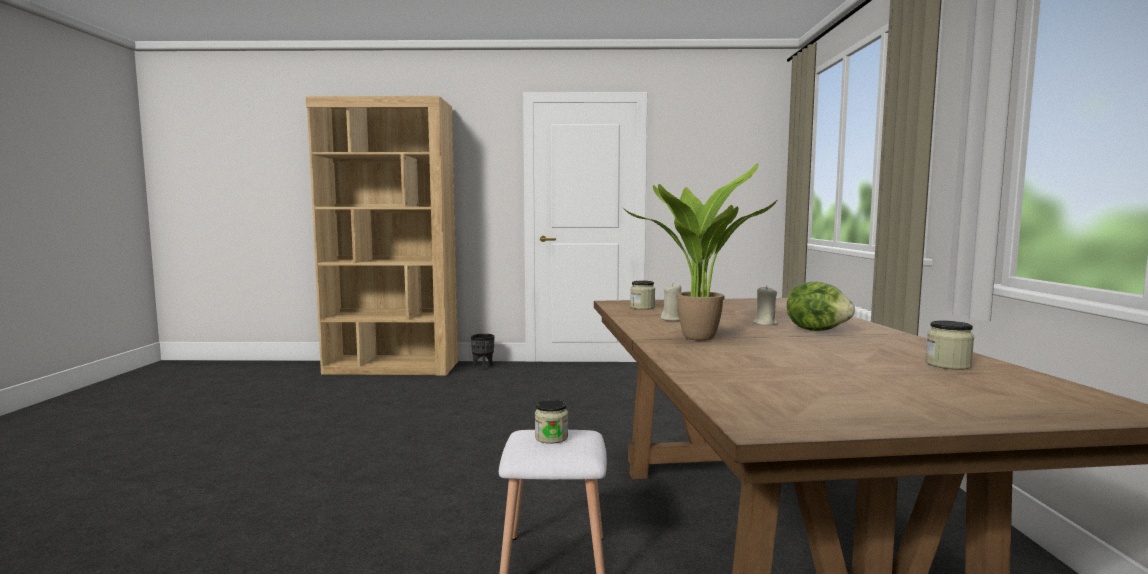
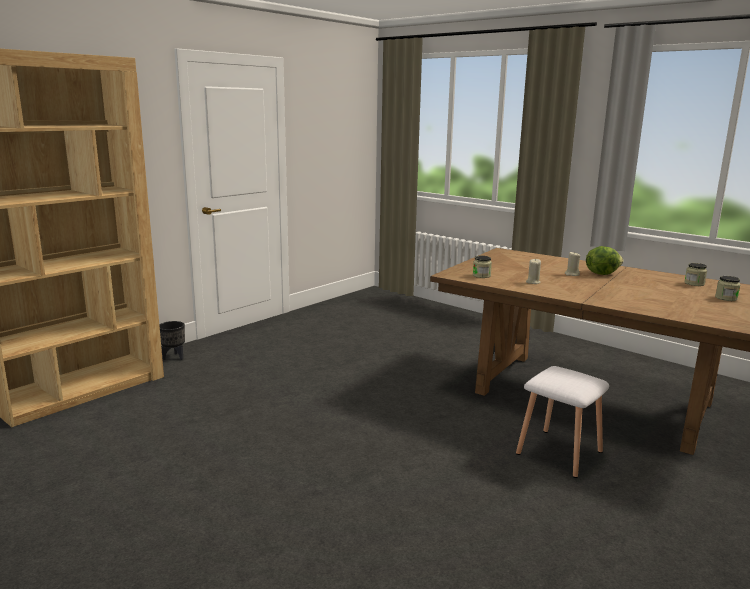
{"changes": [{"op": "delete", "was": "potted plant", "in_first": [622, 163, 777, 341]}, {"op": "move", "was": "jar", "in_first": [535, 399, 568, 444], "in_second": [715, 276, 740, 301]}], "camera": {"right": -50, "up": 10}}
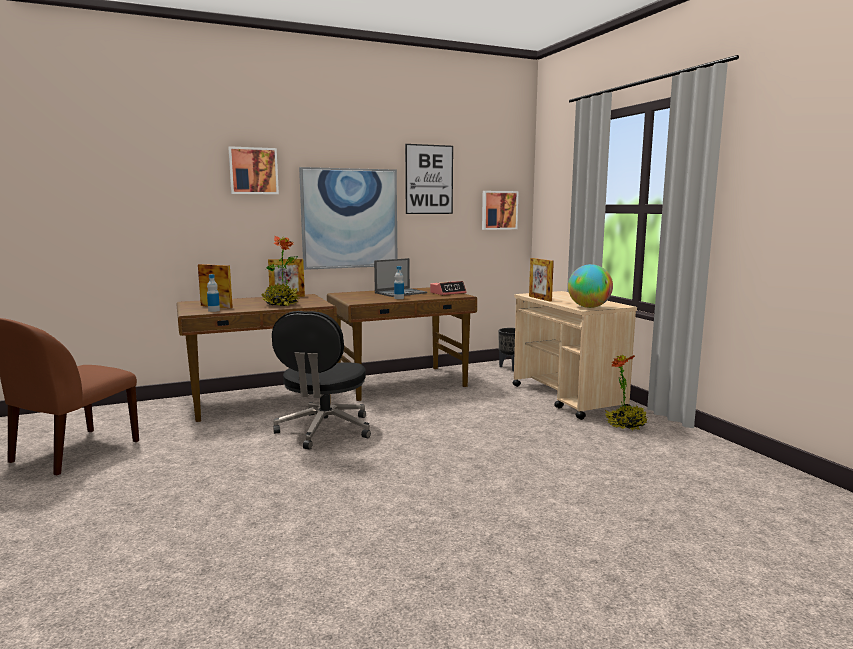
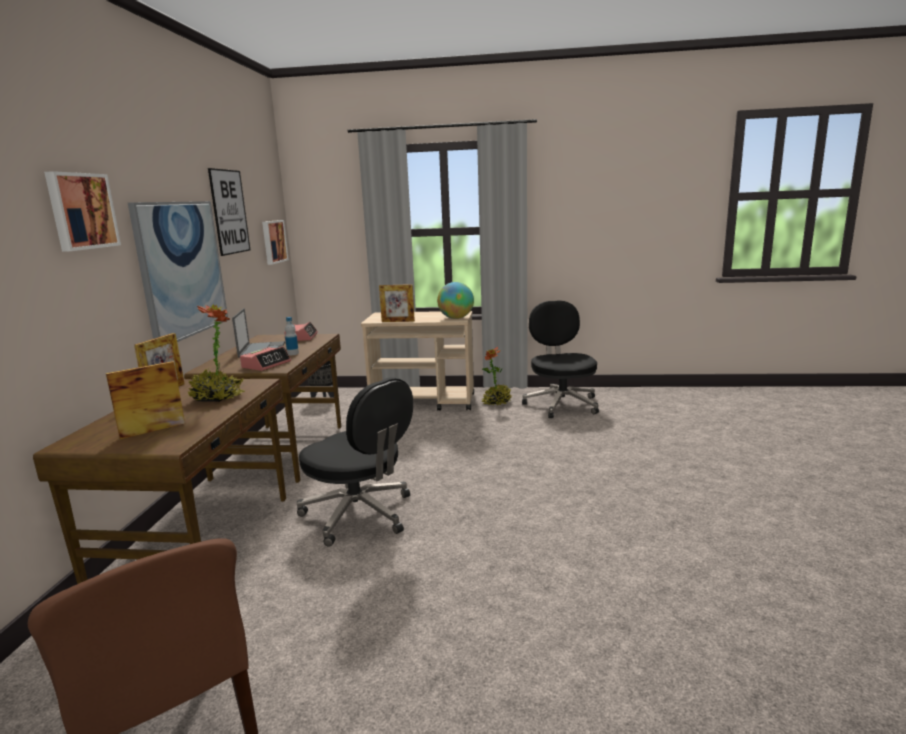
{"changes": [{"op": "delete", "was": "bottle", "in_first": [207, 274, 220, 312]}, {"op": "insert", "now": "office chair/black", "in_second": [522, 300, 599, 418]}, {"op": "insert", "now": "alarm clock", "in_second": [240, 347, 291, 371]}], "camera": {"right": -60, "up": 5}}
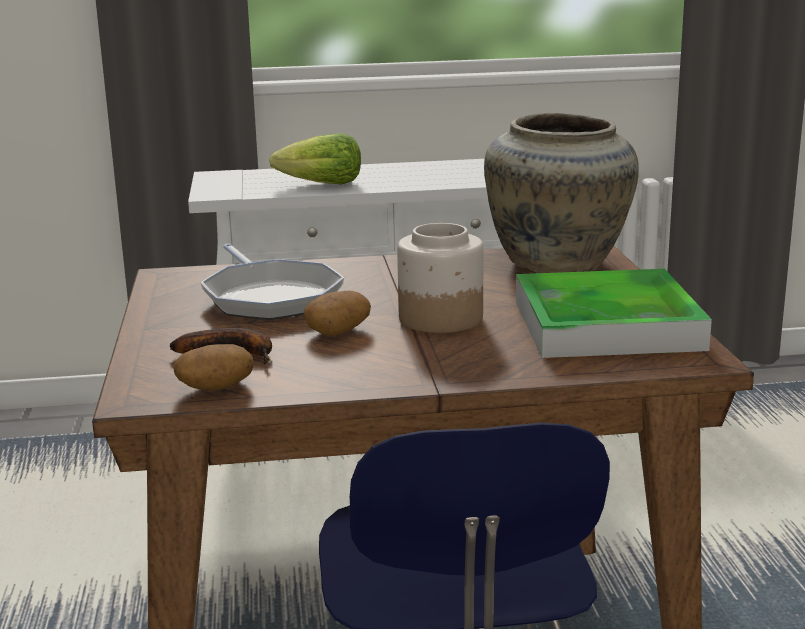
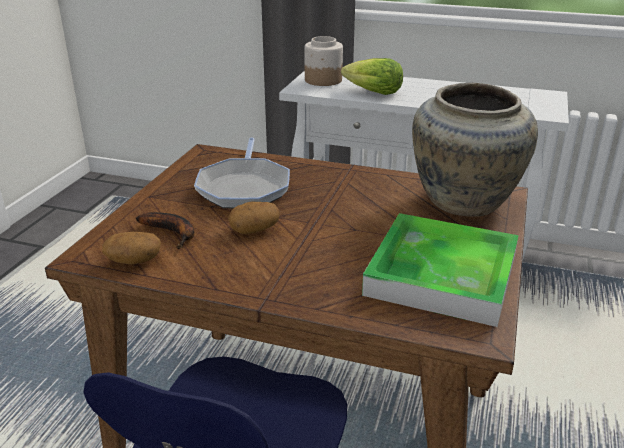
{"changes": [{"op": "move", "was": "jar", "in_first": [397, 223, 483, 333], "in_second": [304, 36, 343, 86]}], "camera": {"right": 25, "up": 10}}
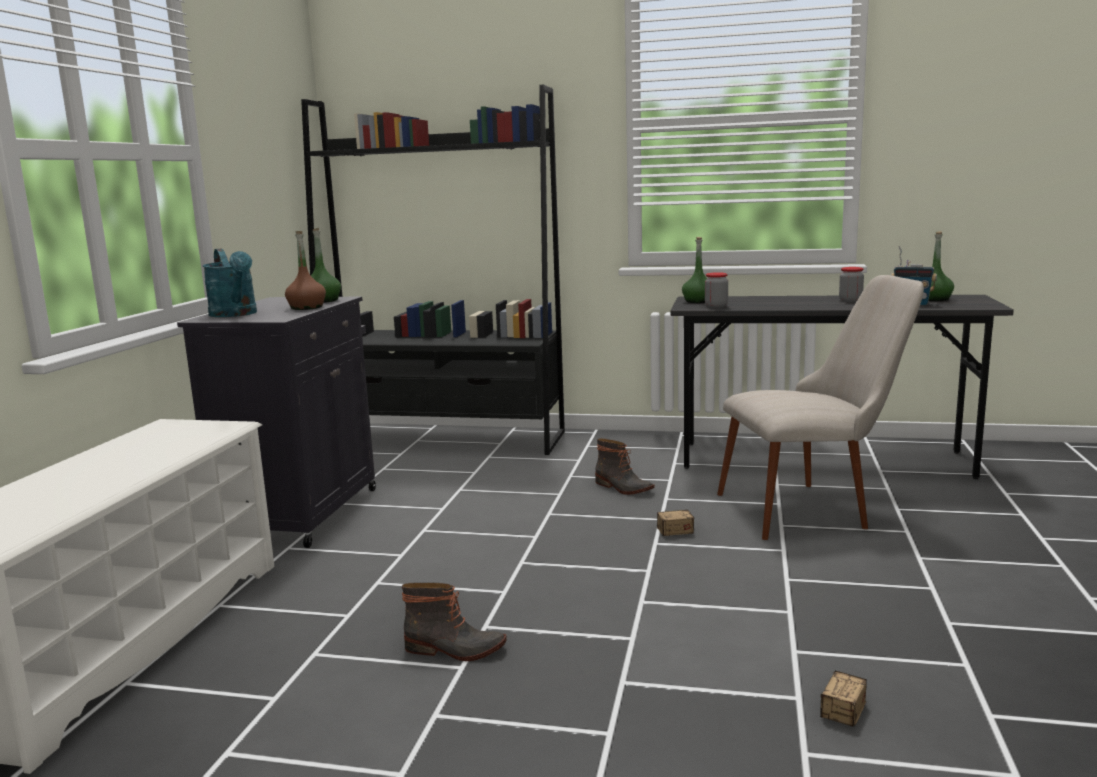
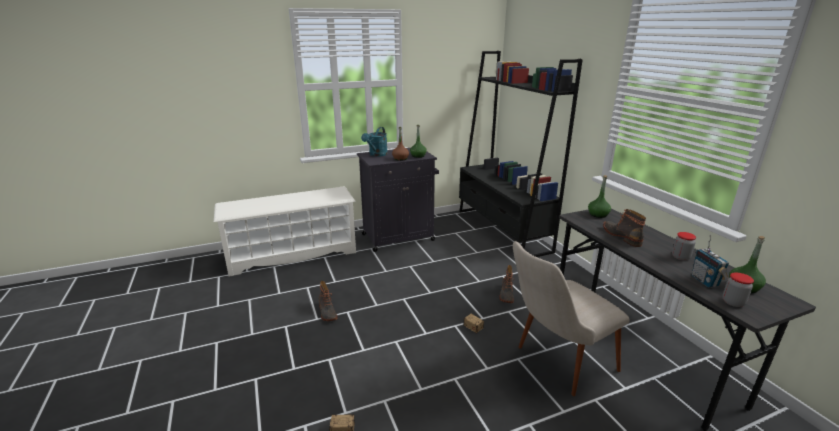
{"changes": [{"op": "move", "was": "jar", "in_first": [705, 272, 728, 308], "in_second": [722, 273, 754, 307]}, {"op": "rotate", "was": "chair/beige", "in_first": [717, 275, 924, 540], "in_second": [513, 241, 629, 396], "clockwise": 105}, {"op": "insert", "now": "boot", "in_second": [603, 209, 646, 247]}], "camera": {"right": 55, "up": 10}}
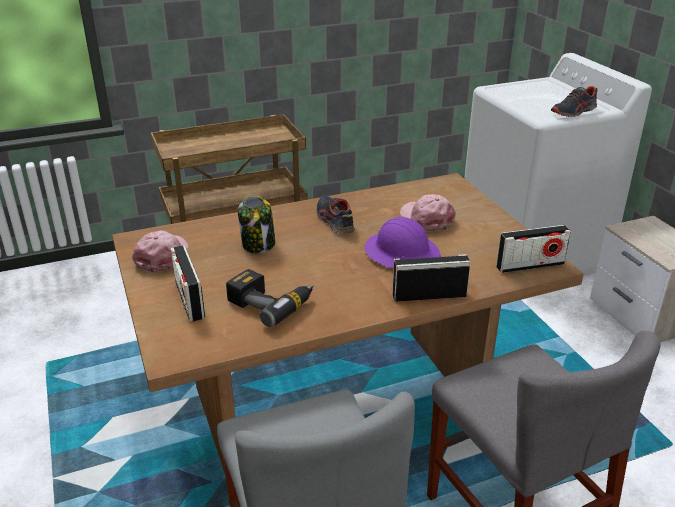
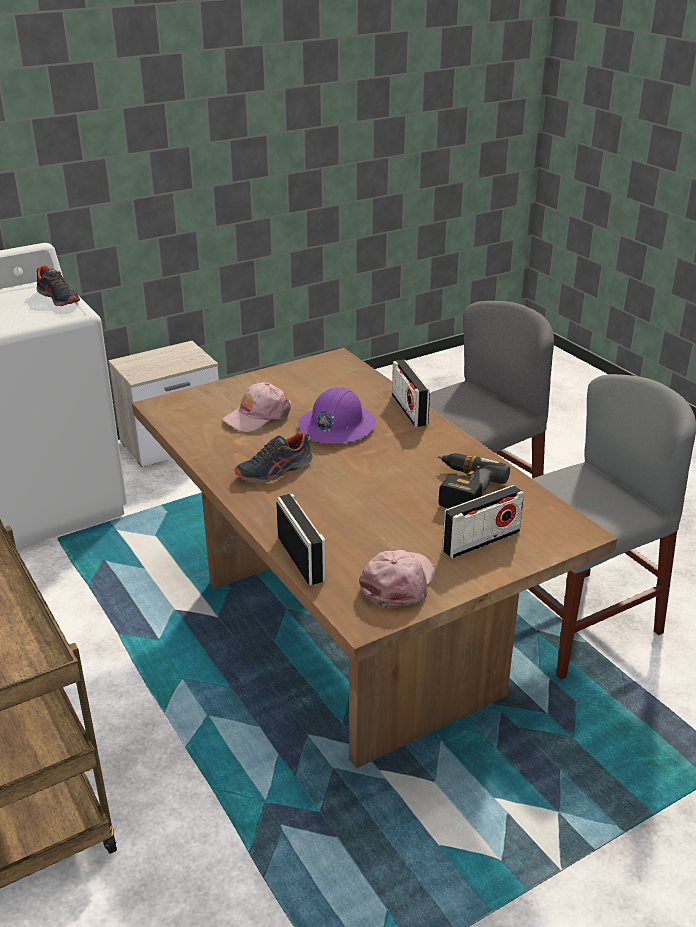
{"changes": [{"op": "delete", "was": "jar", "in_first": [238, 196, 275, 254]}, {"op": "move", "was": "radio", "in_first": [496, 225, 571, 273], "in_second": [276, 494, 326, 585]}, {"op": "rotate", "was": "cap/pink", "in_first": [132, 231, 189, 273], "in_second": [359, 550, 435, 608], "clockwise": 120}], "camera": {"right": -100, "up": 0}}
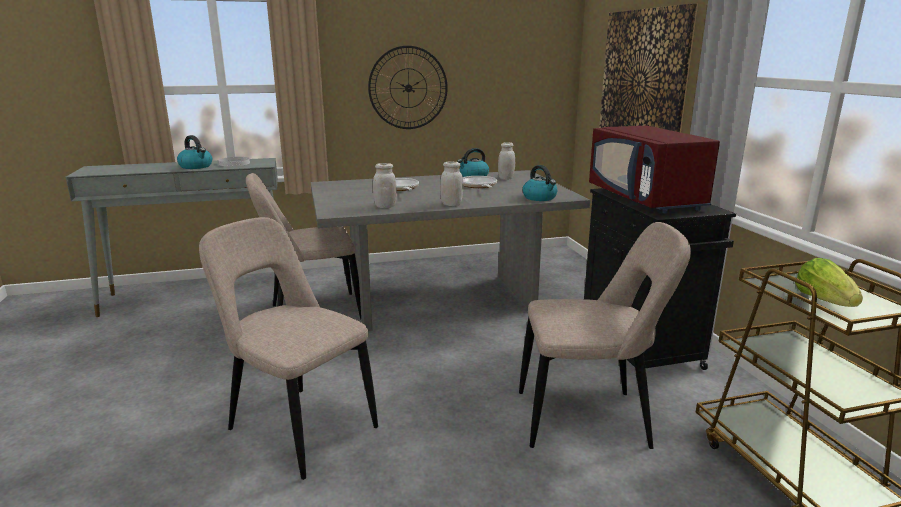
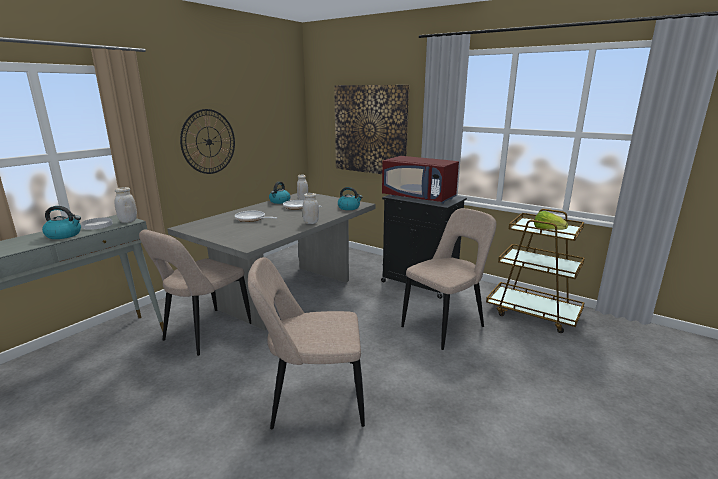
{"changes": [{"op": "move", "was": "jar/white", "in_first": [373, 163, 397, 208], "in_second": [115, 187, 137, 223]}], "camera": {"right": -40, "up": 0}}
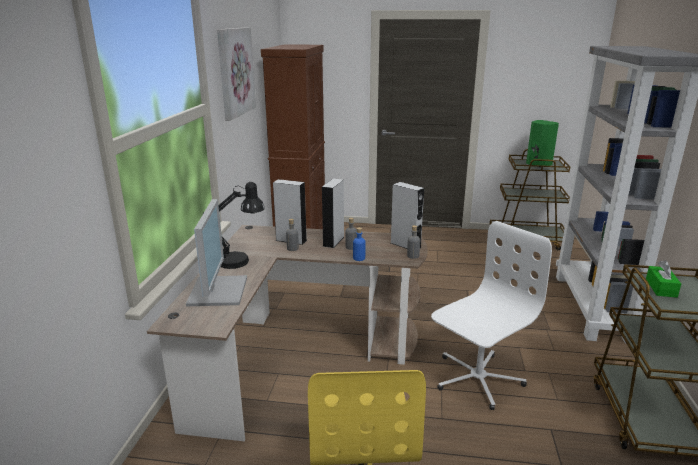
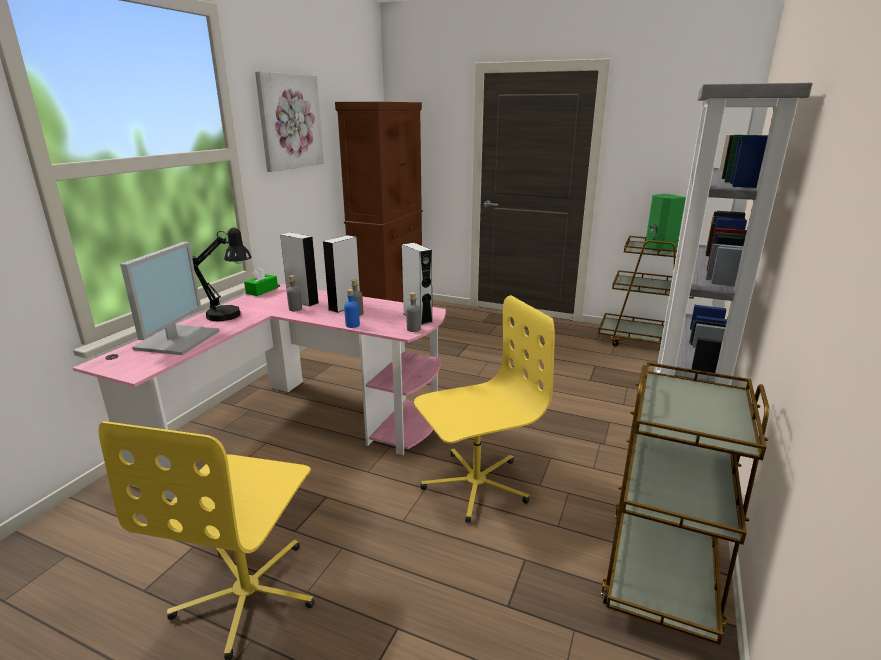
{"changes": [{"op": "recolor", "was": "office chair/white", "now": "office chair/yellow", "in_first": [431, 221, 552, 410], "in_second": [414, 295, 555, 523]}, {"op": "recolor", "was": "desk/brown", "now": "desk/pink", "in_first": [147, 225, 428, 441], "in_second": [73, 284, 446, 500]}, {"op": "move", "was": "tissue box/green", "in_first": [646, 260, 681, 298], "in_second": [244, 267, 278, 296]}], "camera": {"right": 15, "up": 0}}
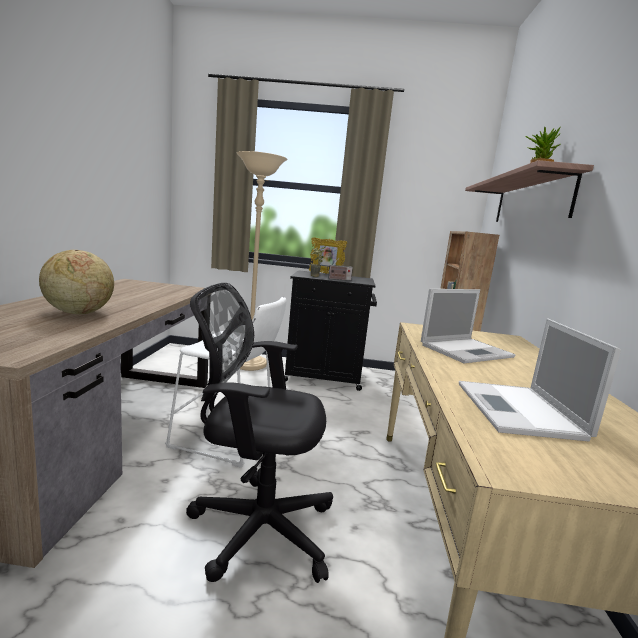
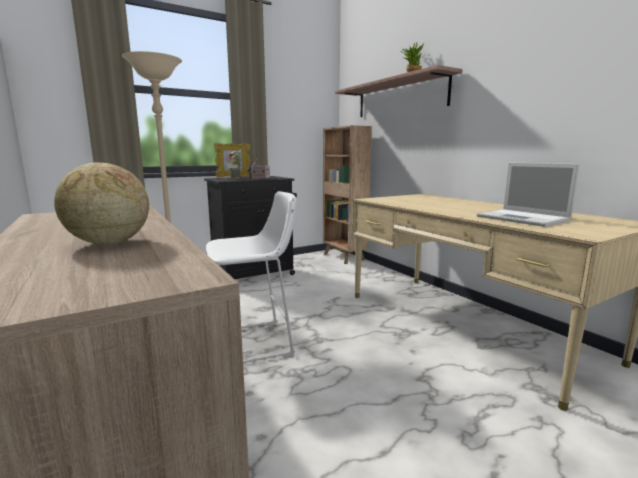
{"changes": [{"op": "delete", "was": "office chair/black", "in_first": [186, 283, 333, 583]}, {"op": "delete", "was": "laptop", "in_first": [421, 289, 515, 363]}], "camera": {"right": -35, "up": 0}}
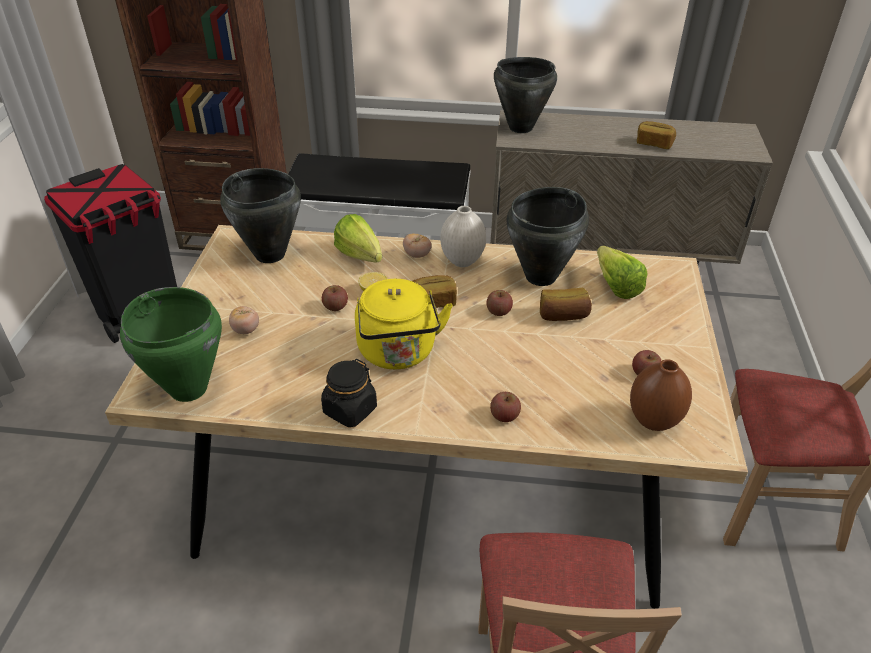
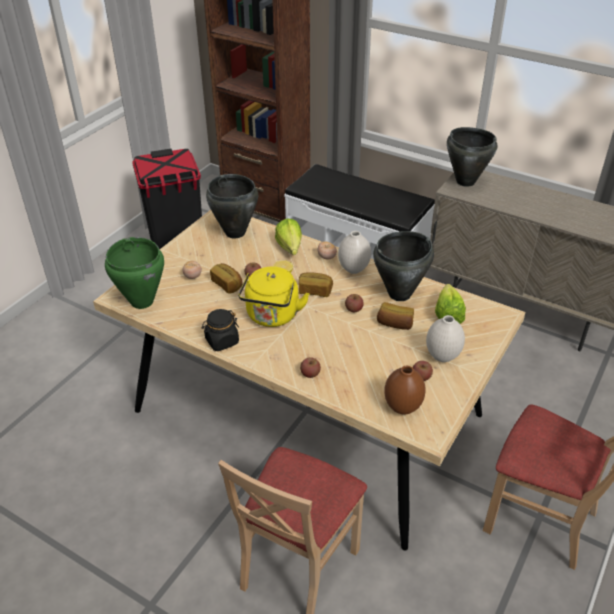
{"changes": [{"op": "move", "was": "bread", "in_first": [637, 121, 676, 149], "in_second": [210, 263, 243, 293]}, {"op": "insert", "now": "vase/white", "in_second": [426, 315, 465, 362]}], "camera": {"right": 25, "up": 0}}
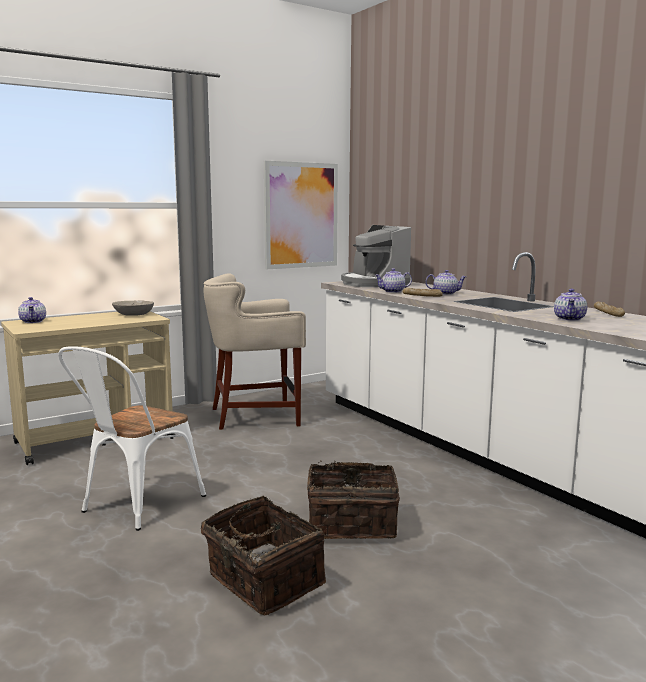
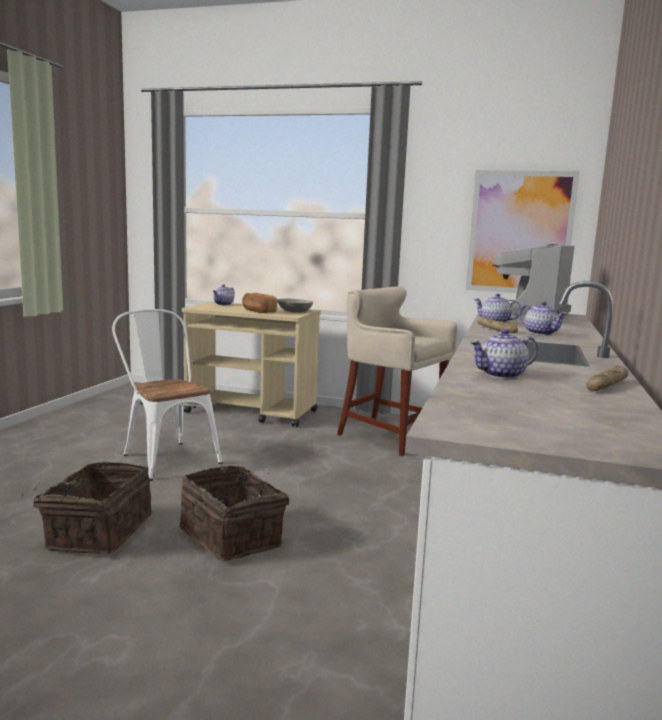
{"changes": [{"op": "rotate", "was": "chair/white", "in_first": [58, 346, 206, 531], "in_second": [112, 309, 223, 481], "clockwise": 60}, {"op": "insert", "now": "bread", "in_second": [242, 293, 277, 313]}], "camera": {"right": 50, "up": 0}}
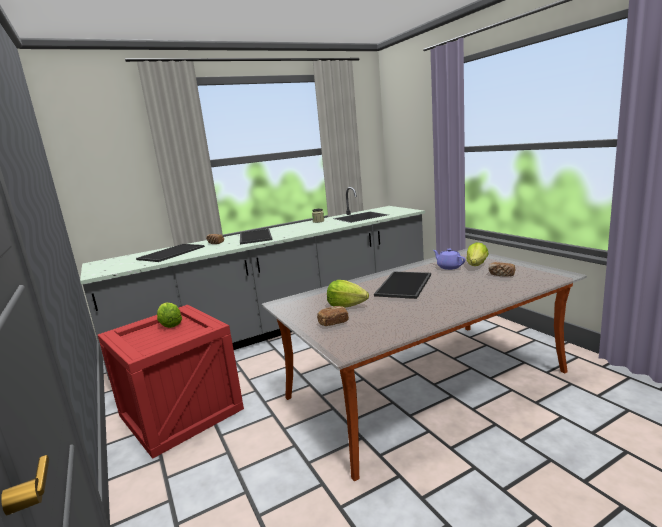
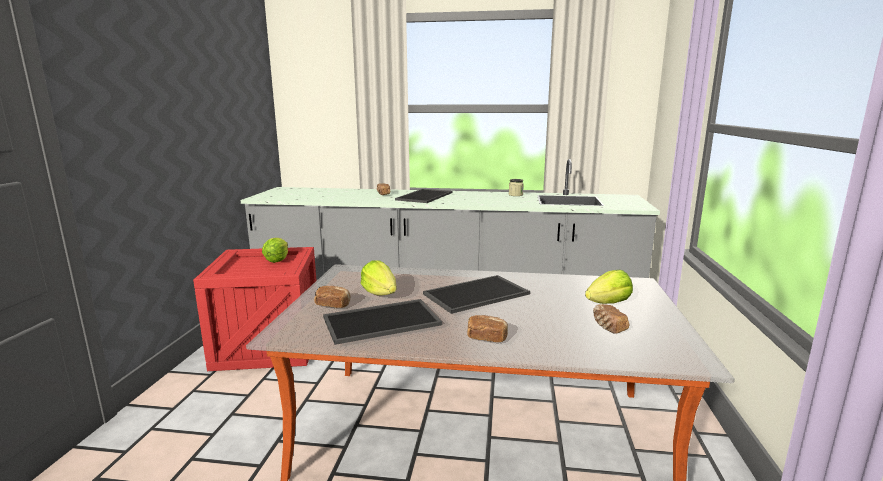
{"changes": [{"op": "move", "was": "tray", "in_first": [136, 244, 205, 262], "in_second": [323, 299, 442, 345]}, {"op": "delete", "was": "teapot/purple", "in_first": [433, 249, 466, 270]}, {"op": "insert", "now": "bread", "in_second": [467, 315, 508, 342]}], "camera": {"right": 35, "up": 0}}
